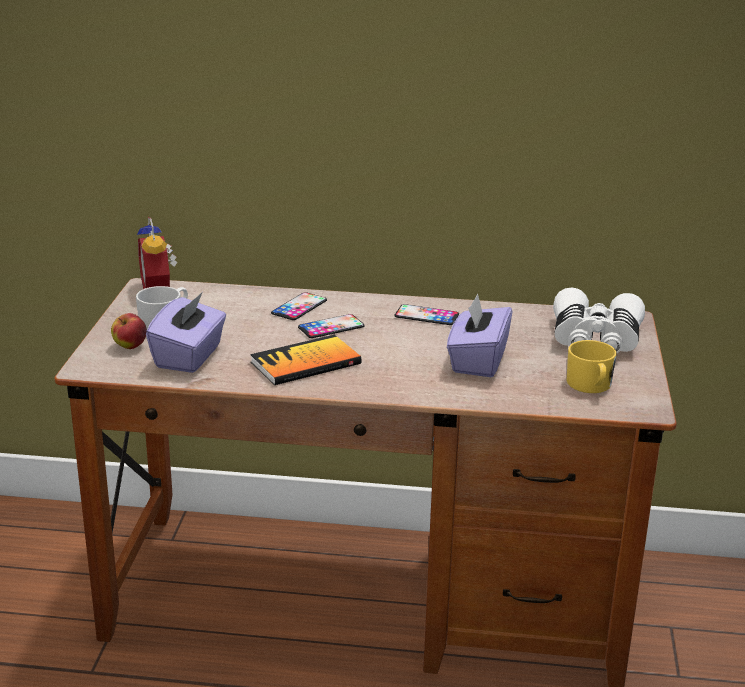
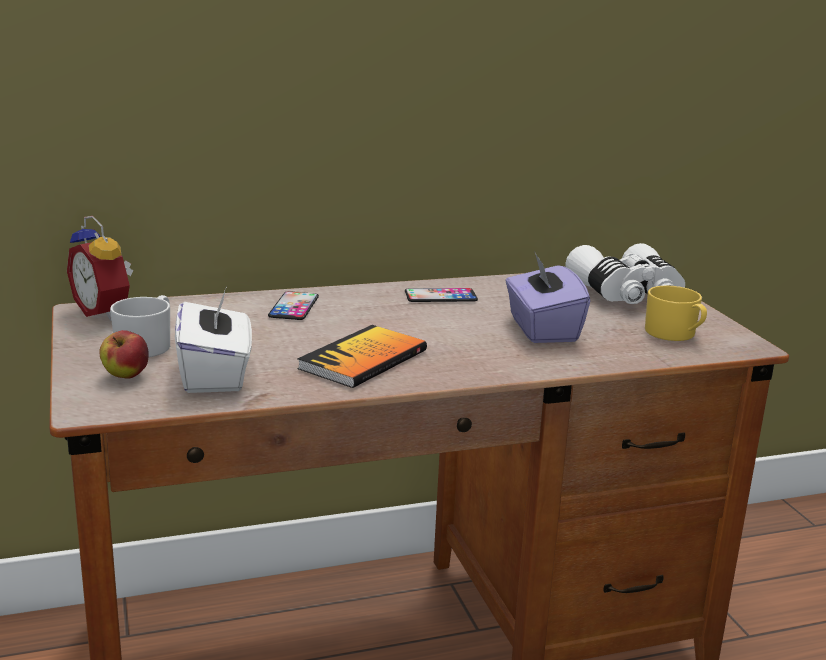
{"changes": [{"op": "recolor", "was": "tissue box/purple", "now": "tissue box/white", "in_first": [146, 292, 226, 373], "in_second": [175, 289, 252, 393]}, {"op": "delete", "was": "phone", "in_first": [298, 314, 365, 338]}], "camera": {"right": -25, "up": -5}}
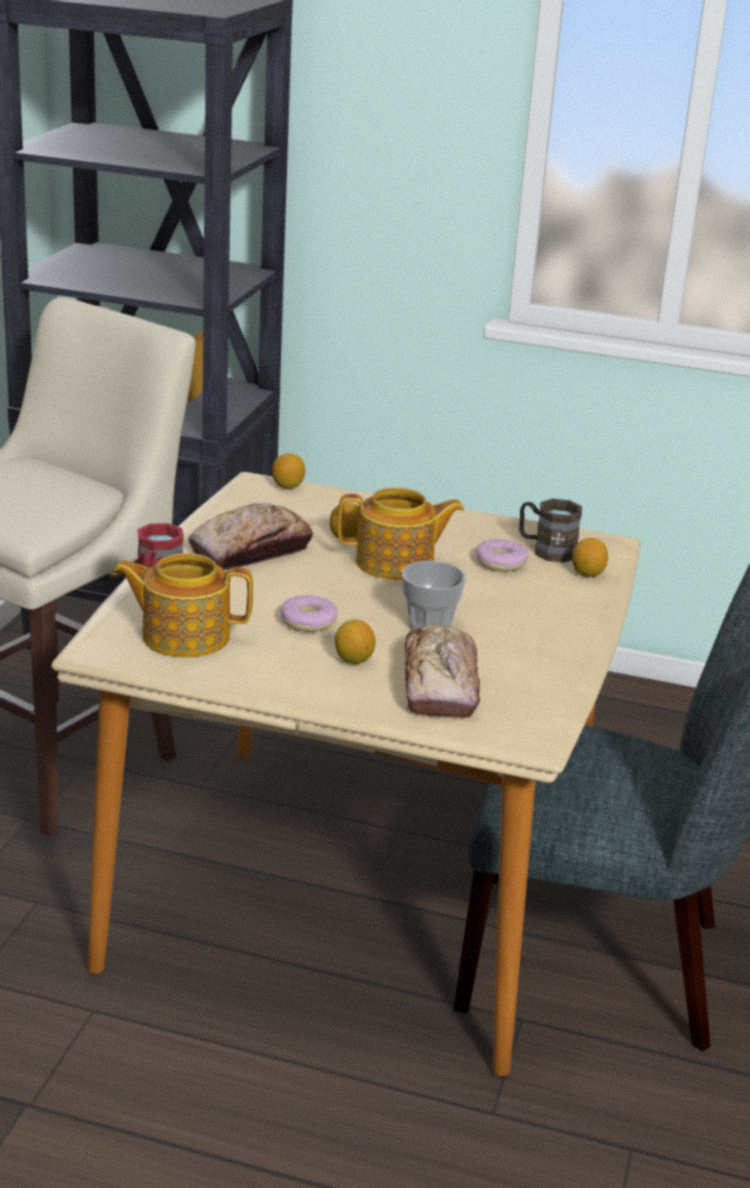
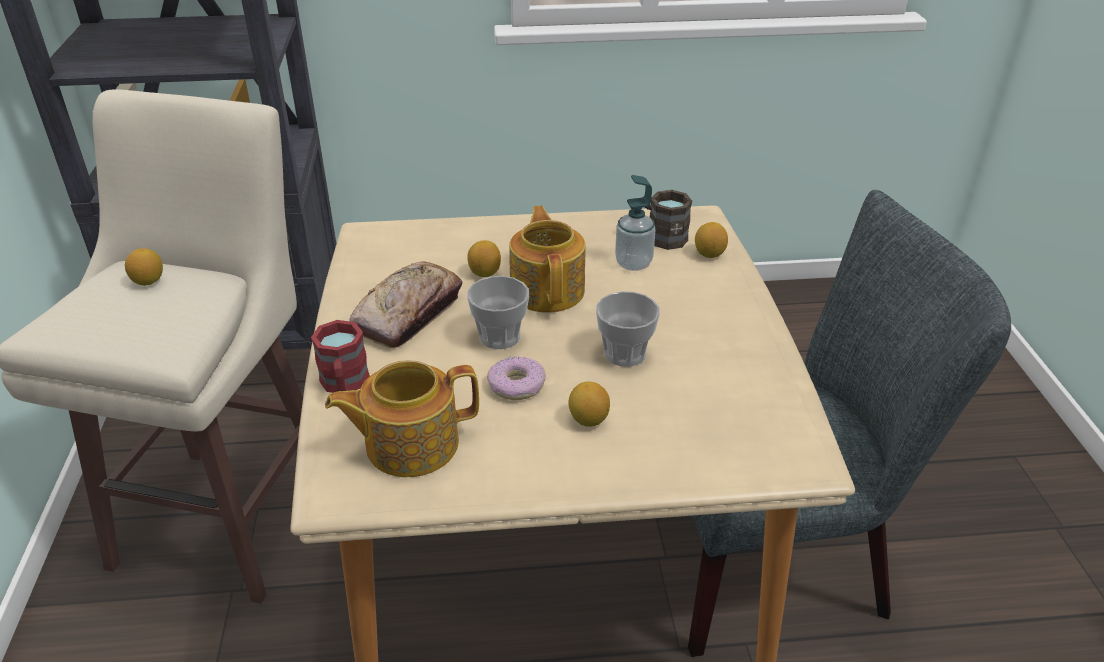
{"changes": [{"op": "move", "was": "lemon", "in_first": [272, 453, 305, 489], "in_second": [125, 248, 163, 286]}, {"op": "rotate", "was": "teapot", "in_first": [338, 488, 464, 580], "in_second": [509, 206, 586, 313], "clockwise": -75}, {"op": "replace", "was": "donut", "now": "soap dispenser", "in_first": [476, 539, 528, 572], "in_second": [615, 175, 656, 271]}, {"op": "delete", "was": "bread", "in_first": [405, 625, 480, 719]}, {"op": "insert", "now": "cup", "in_second": [467, 276, 529, 349]}], "camera": {"right": -20, "up": 10}}
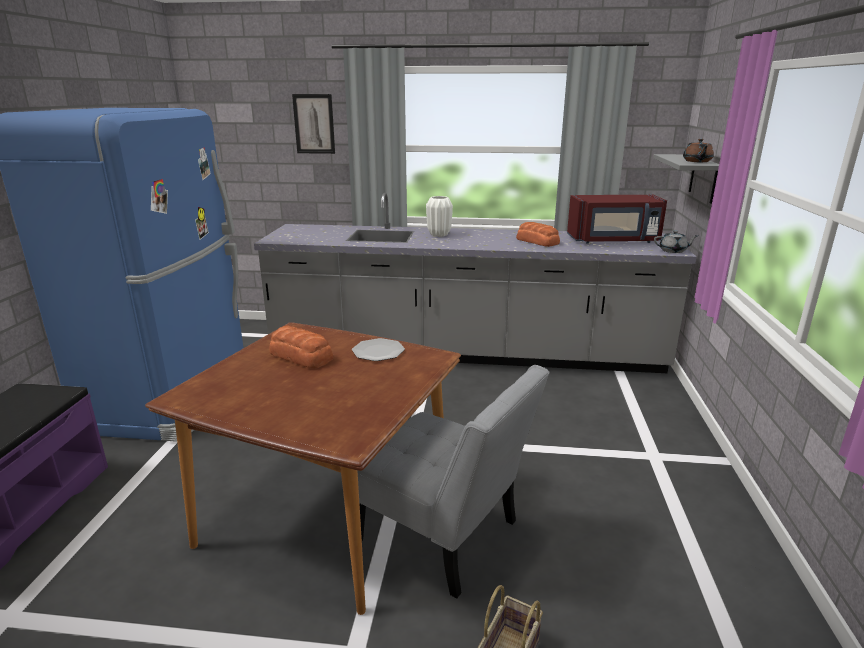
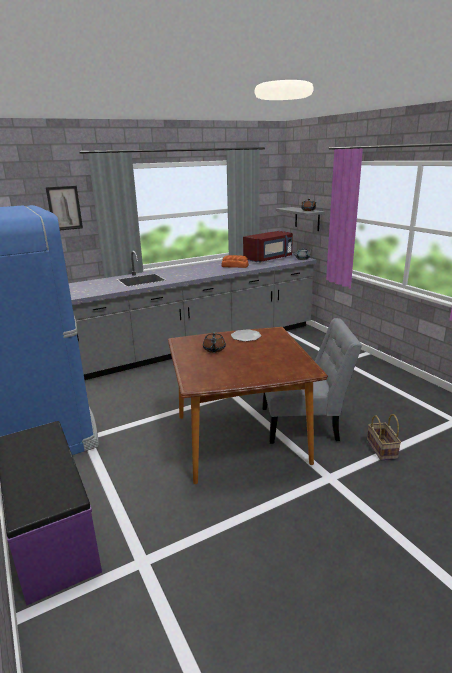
{"changes": [{"op": "delete", "was": "vase/white", "in_first": [426, 196, 453, 237]}, {"op": "replace", "was": "bread", "now": "teapot/brown", "in_first": [269, 326, 333, 368], "in_second": [203, 333, 226, 353]}], "camera": {"right": -35, "up": 0}}
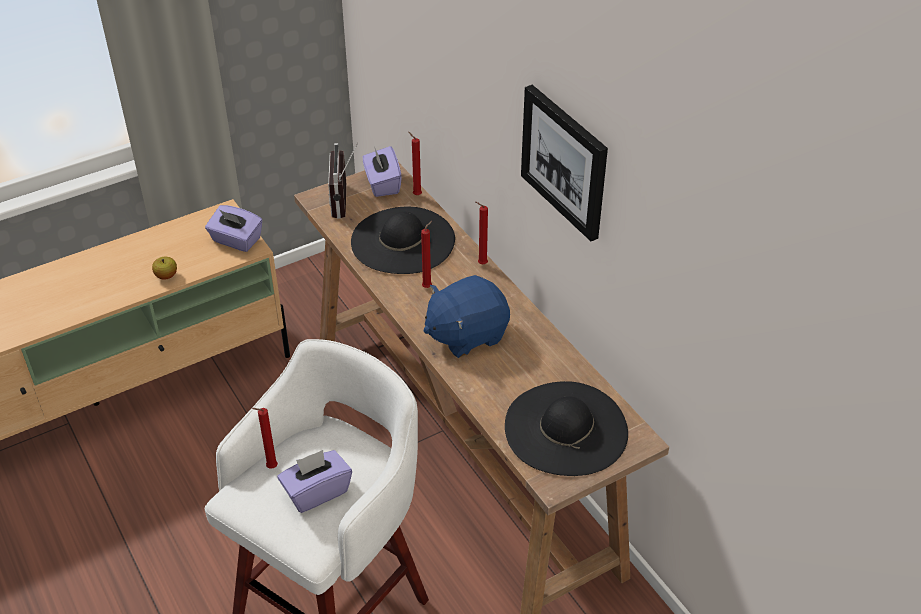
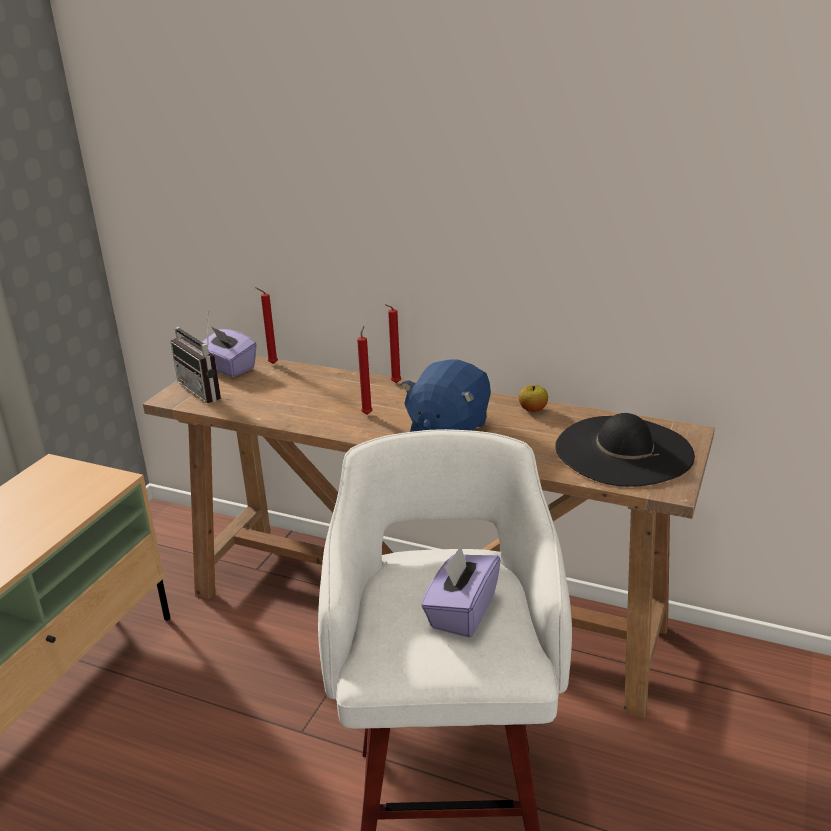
{"changes": [{"op": "delete", "was": "picture", "in_first": [521, 85, 608, 241]}, {"op": "delete", "was": "tissue box/purple", "in_first": [205, 205, 263, 252]}, {"op": "delete", "was": "hat/black", "in_first": [351, 207, 455, 274]}, {"op": "move", "was": "apple", "in_first": [152, 257, 177, 279], "in_second": [519, 385, 548, 412]}, {"op": "delete", "was": "candle/red", "in_first": [252, 408, 278, 469]}], "camera": {"right": -35, "up": -15}}
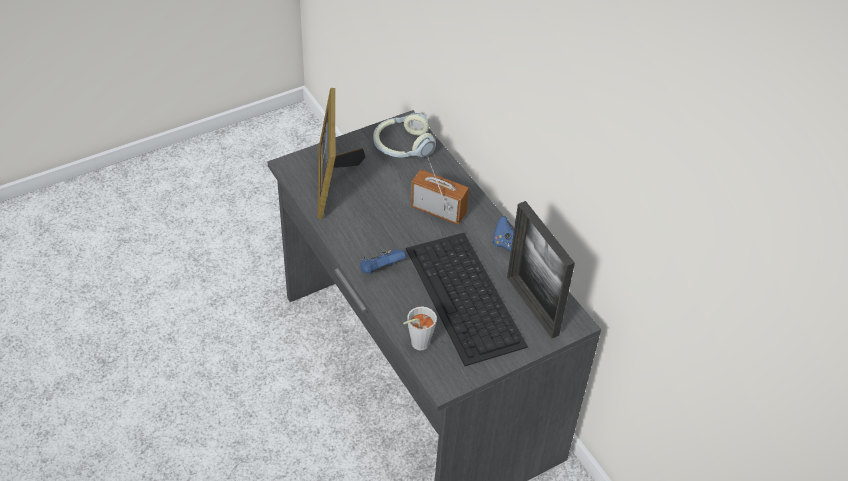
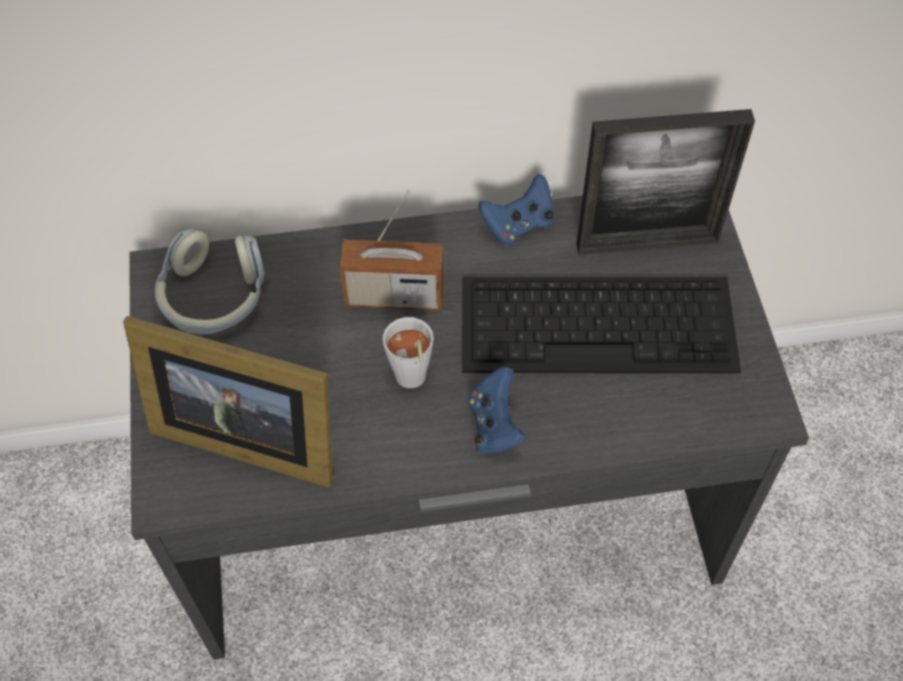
{"changes": [{"op": "rotate", "was": "radio", "in_first": [411, 157, 469, 225], "in_second": [339, 189, 444, 311], "clockwise": -135}, {"op": "move", "was": "cup/grey", "in_first": [403, 307, 437, 351], "in_second": [382, 317, 434, 388]}], "camera": {"right": -65, "up": 10}}
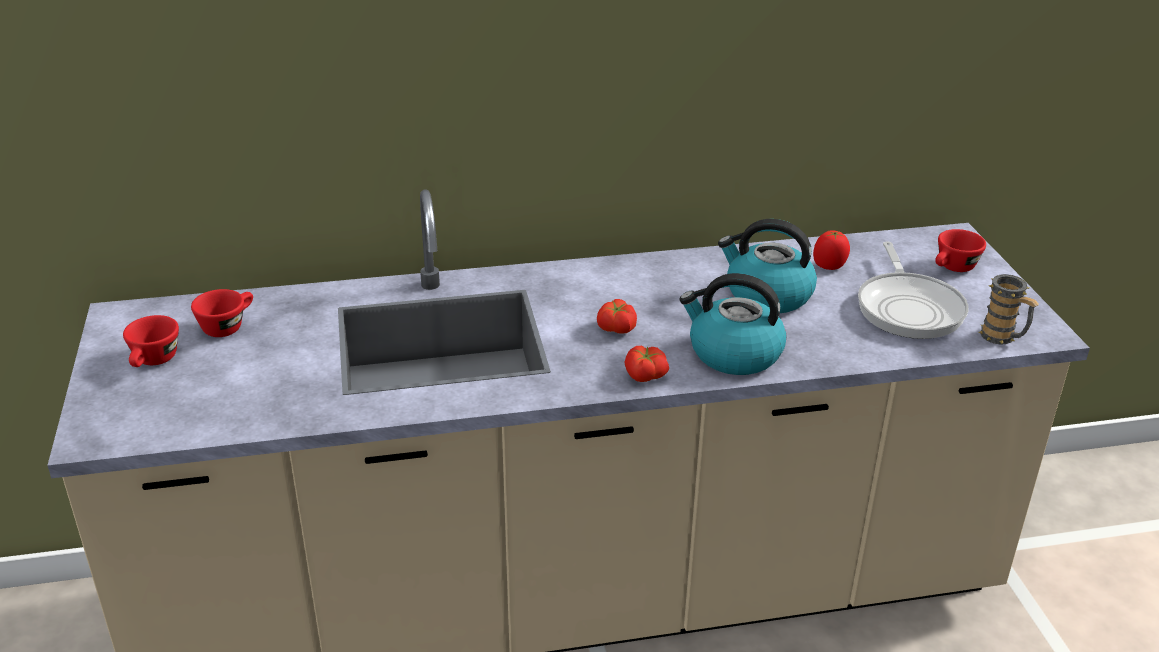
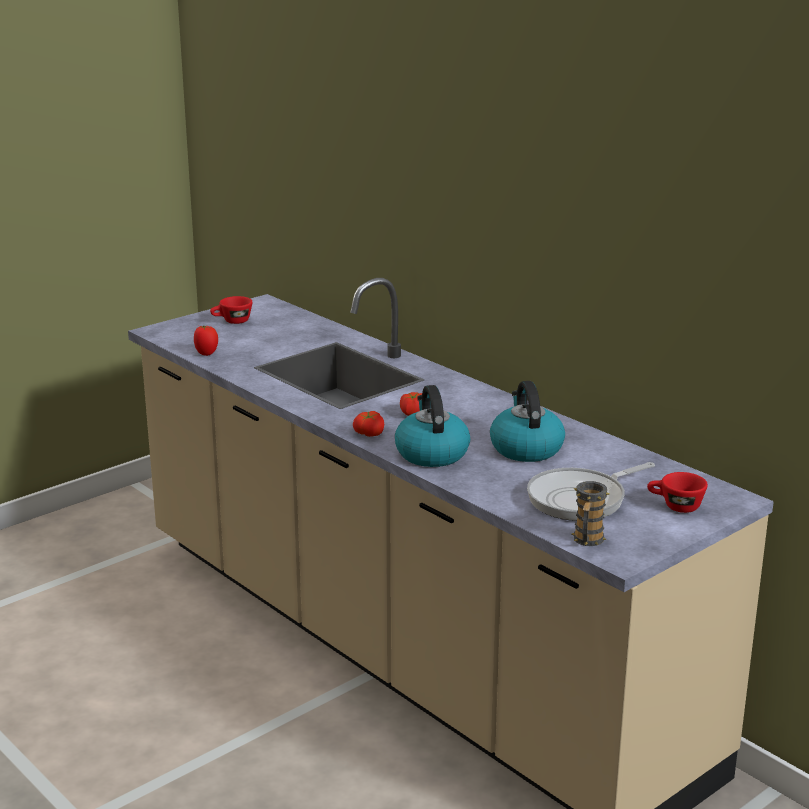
{"changes": [{"op": "move", "was": "tomato", "in_first": [813, 230, 850, 270], "in_second": [194, 325, 218, 356]}, {"op": "delete", "was": "cup/red", "in_first": [191, 289, 253, 337]}], "camera": {"right": 60, "up": -10}}
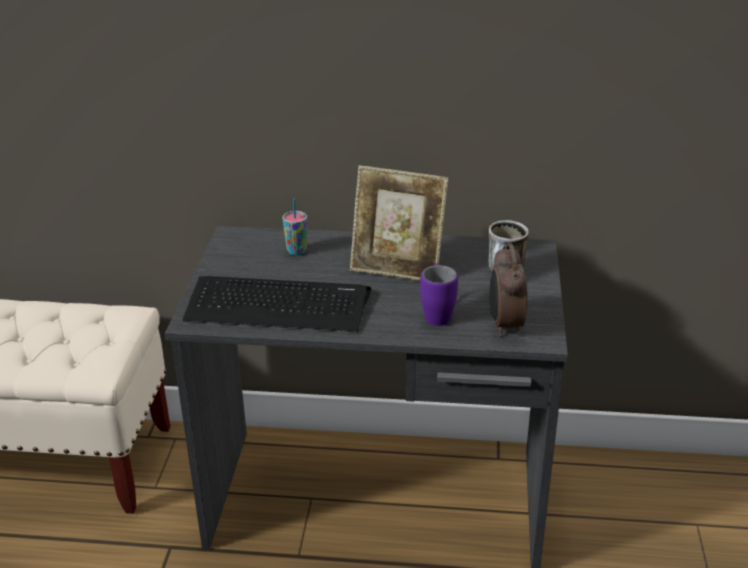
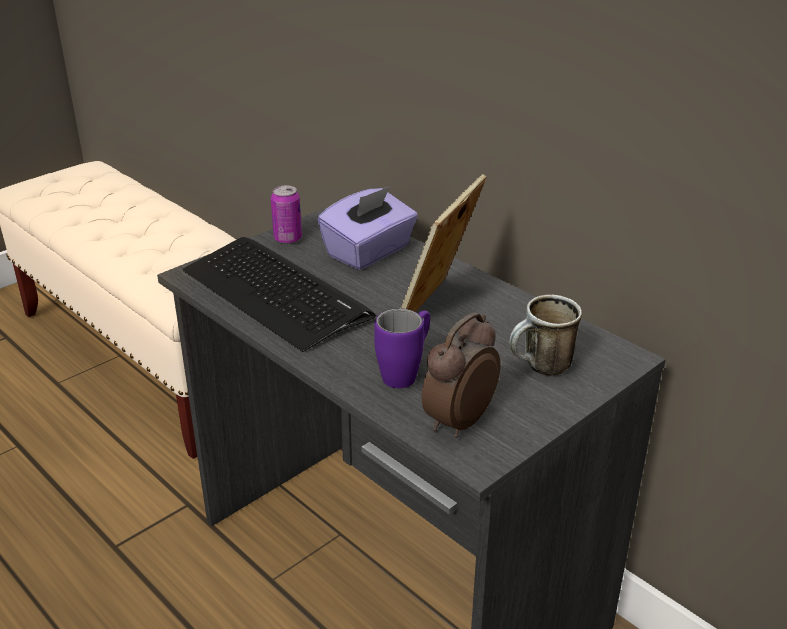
{"changes": [{"op": "rotate", "was": "picture frame", "in_first": [350, 165, 449, 281], "in_second": [401, 174, 486, 312], "clockwise": 60}, {"op": "replace", "was": "cup", "now": "tissue box/purple", "in_first": [283, 198, 307, 255], "in_second": [317, 186, 418, 270]}, {"op": "insert", "now": "can", "in_second": [271, 185, 302, 244]}], "camera": {"right": 40, "up": 0}}
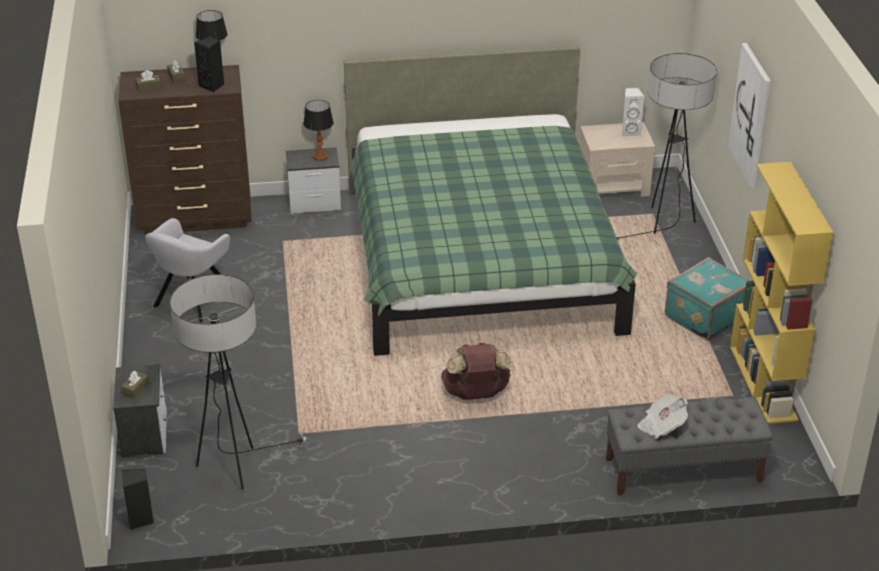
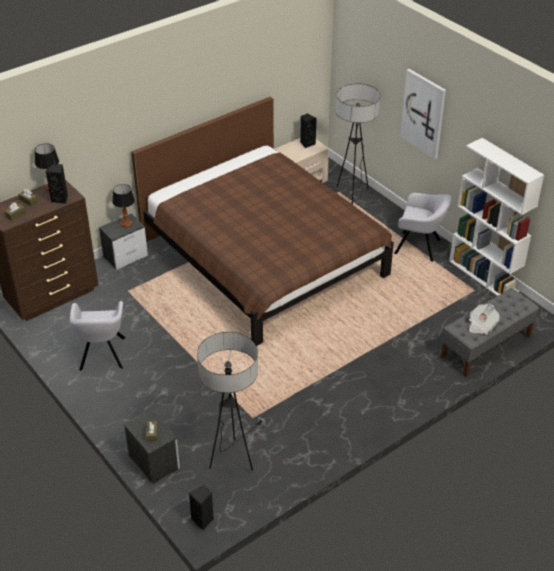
{"changes": [{"op": "recolor", "was": "bed/green", "now": "bed/brown", "in_first": [344, 45, 637, 356], "in_second": [131, 97, 394, 346]}, {"op": "recolor", "was": "speaker/white", "now": "speaker/black", "in_first": [622, 88, 644, 137], "in_second": [300, 113, 317, 148]}, {"op": "recolor", "was": "bookcase/yellow", "now": "bookcase/white", "in_first": [730, 162, 834, 424], "in_second": [449, 138, 544, 296]}, {"op": "replace", "was": "suitcase/turquoise", "now": "armchair/grey", "in_first": [665, 257, 751, 340], "in_second": [394, 193, 452, 262]}, {"op": "delete", "was": "backpack/brown", "in_first": [441, 342, 511, 400]}], "camera": {"right": -30, "up": 5}}
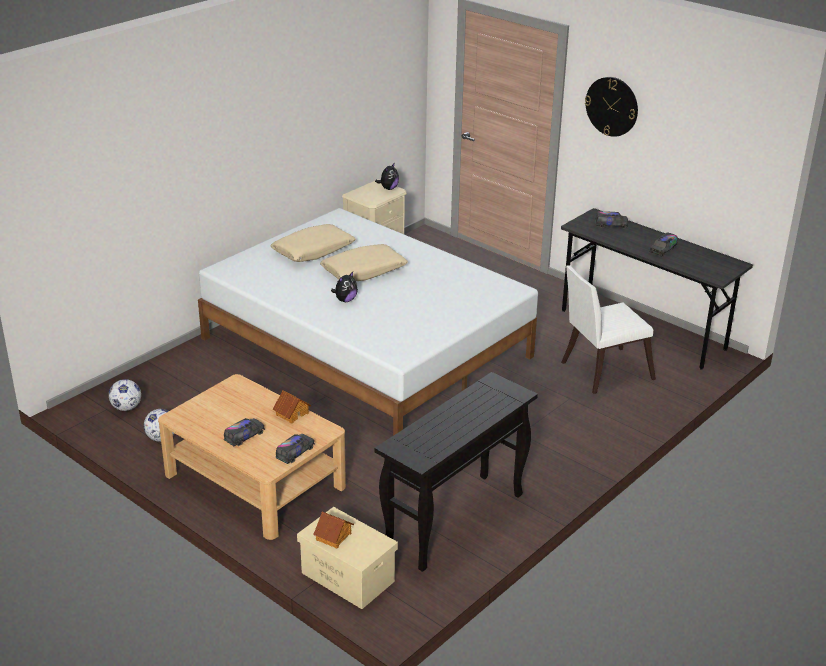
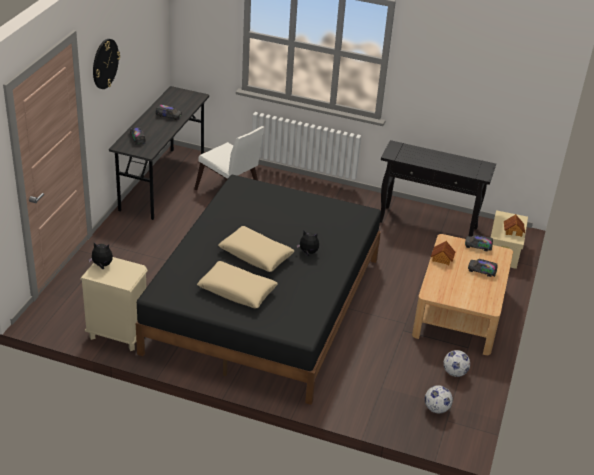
{"changes": [{"op": "recolor", "was": "bed/white", "now": "bed/black", "in_first": [198, 208, 538, 436], "in_second": [136, 175, 381, 405]}], "camera": {"right": -115, "up": 5}}
